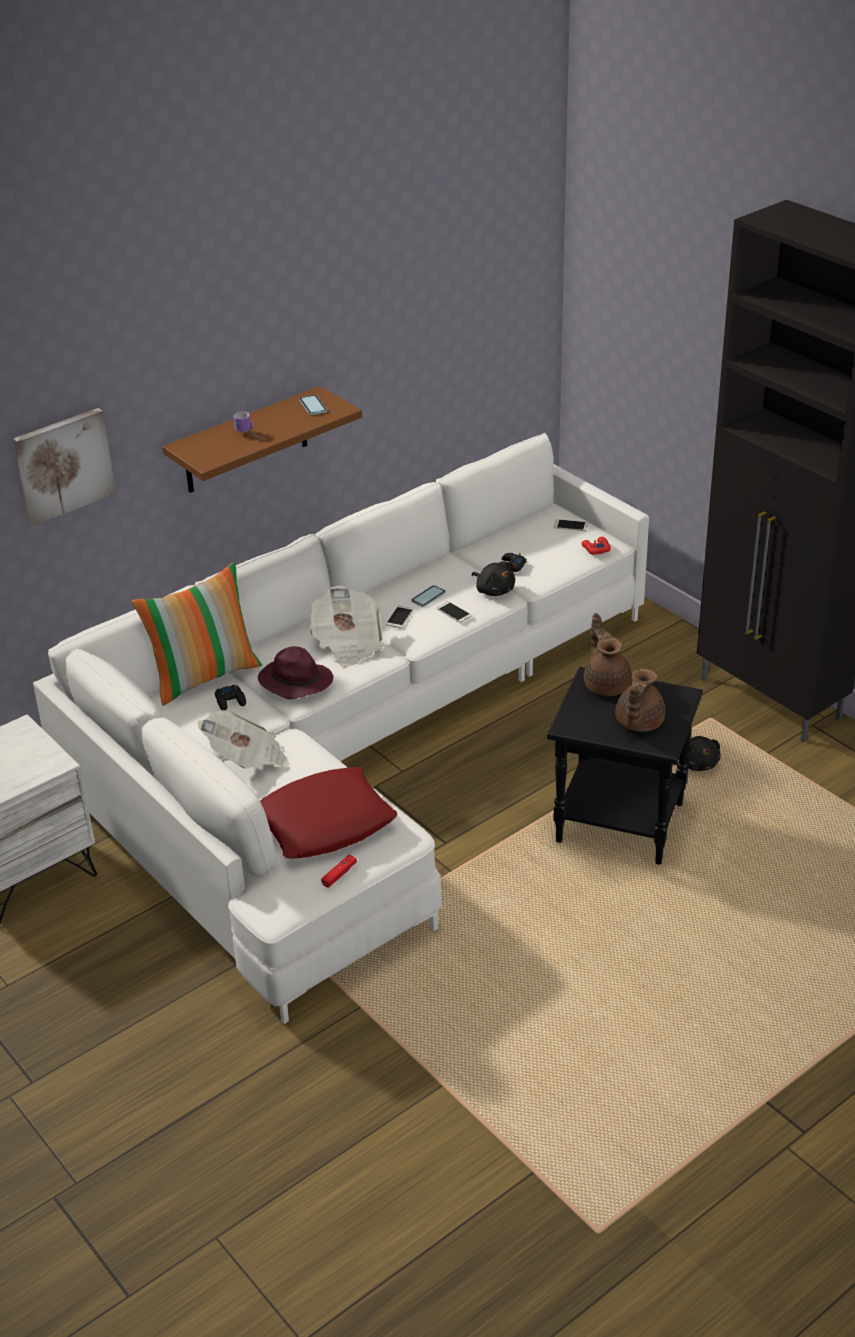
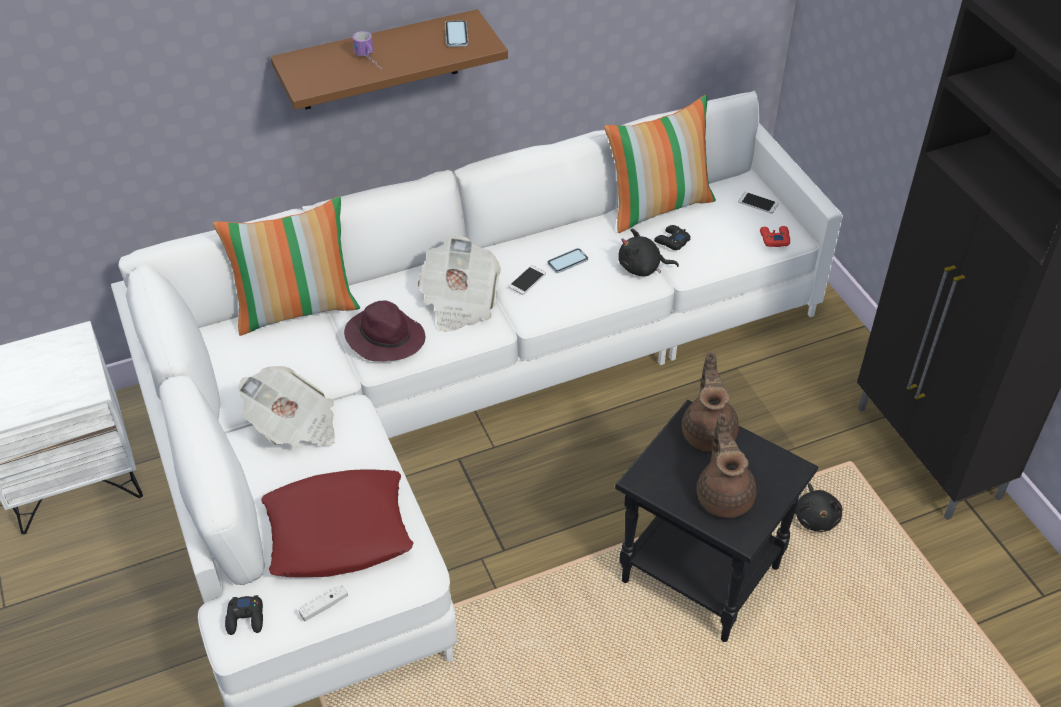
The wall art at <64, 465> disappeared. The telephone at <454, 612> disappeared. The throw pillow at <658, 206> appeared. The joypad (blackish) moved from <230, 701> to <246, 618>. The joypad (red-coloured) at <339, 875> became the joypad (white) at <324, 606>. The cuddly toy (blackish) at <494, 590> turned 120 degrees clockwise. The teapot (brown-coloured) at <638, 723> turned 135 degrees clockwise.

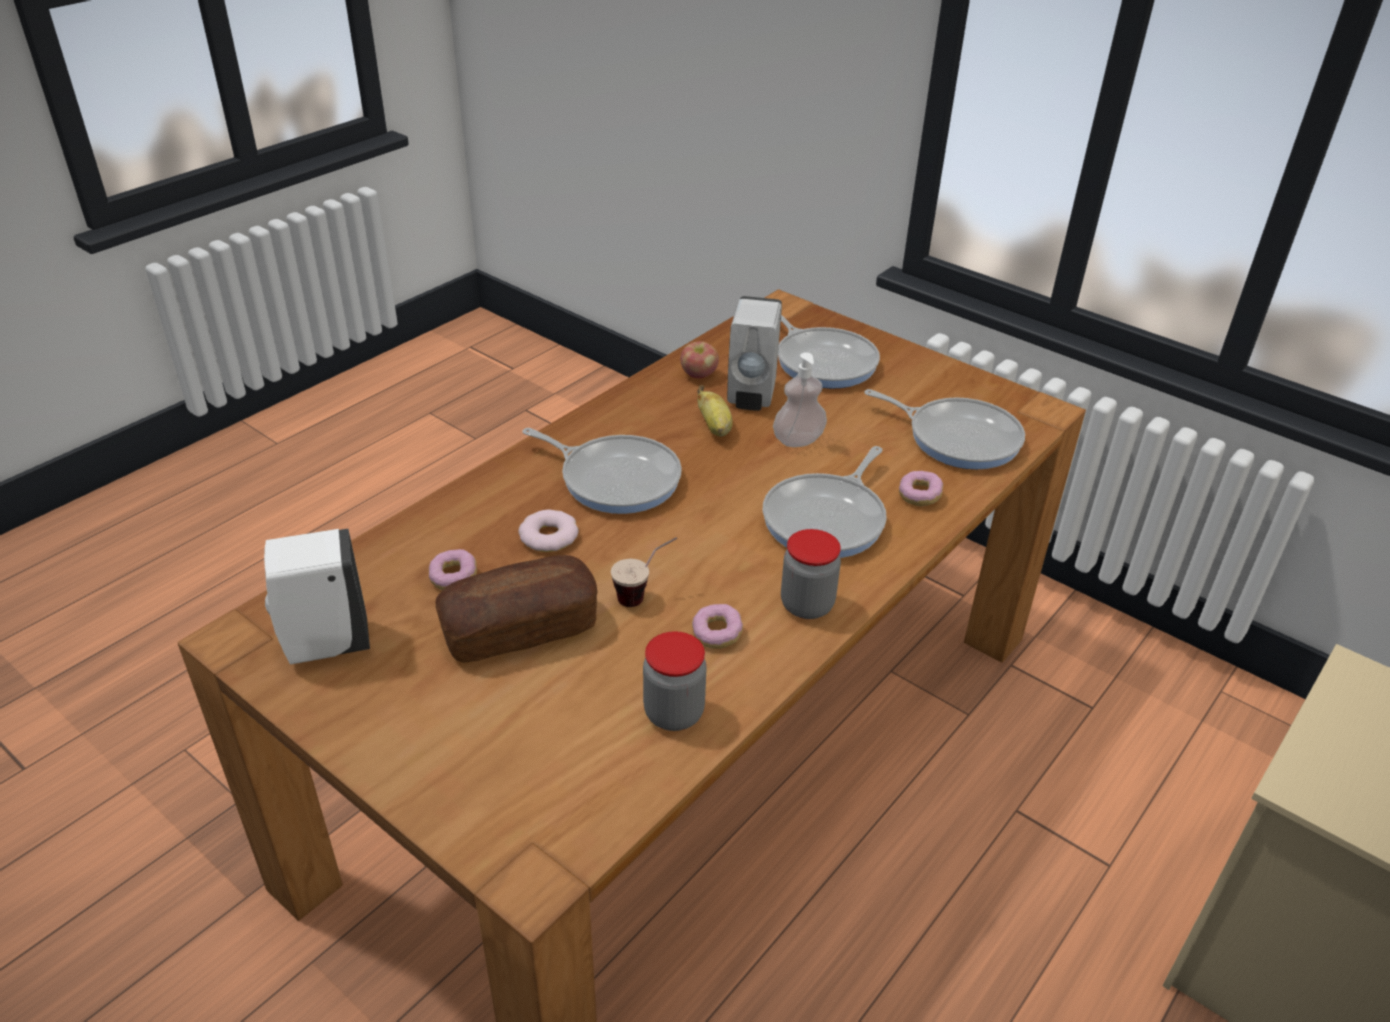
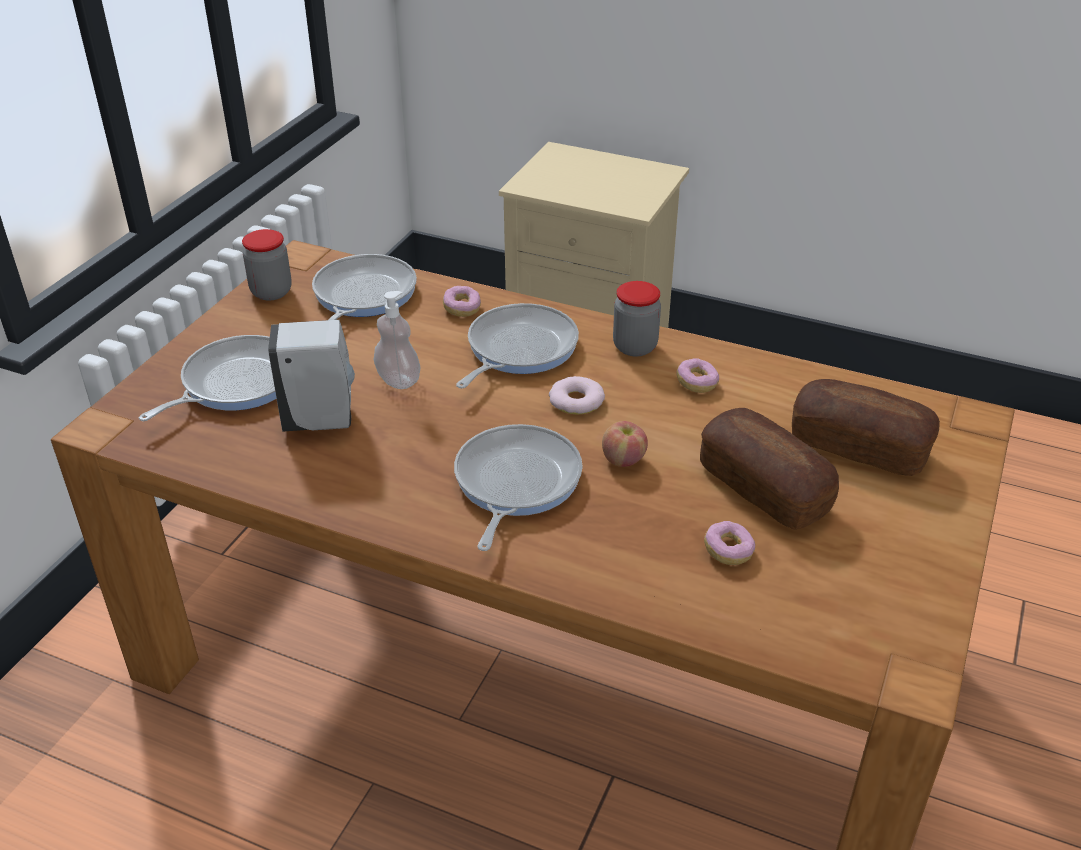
The soap bottle (white) at <324, 645> disappeared. The small cup at <644, 595> disappeared. The banana fruit at <715, 427> disappeared. The baked bread at <859, 447> appeared. The donut moved from <548, 536> to <576, 401>. The storage jar moved from <674, 713> to <271, 292>. The whole apple moved from <699, 375> to <623, 460>. The frying pan at <828, 519> turned 75 degrees counterclockwise.

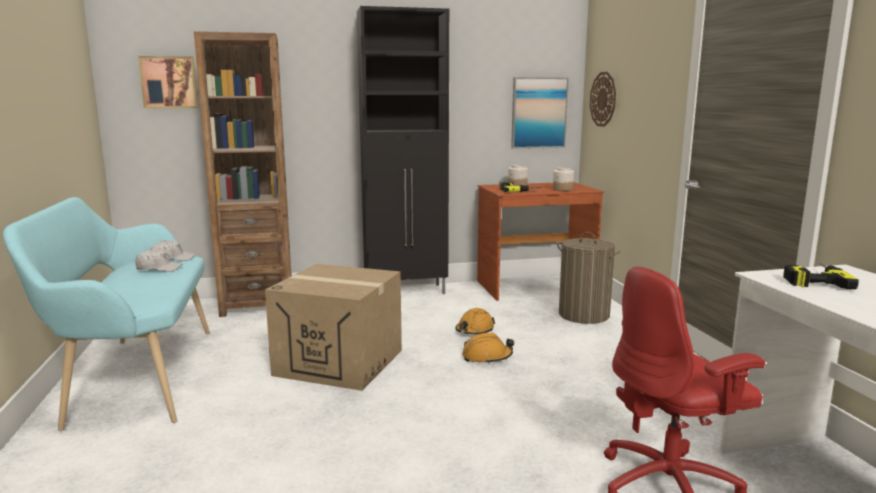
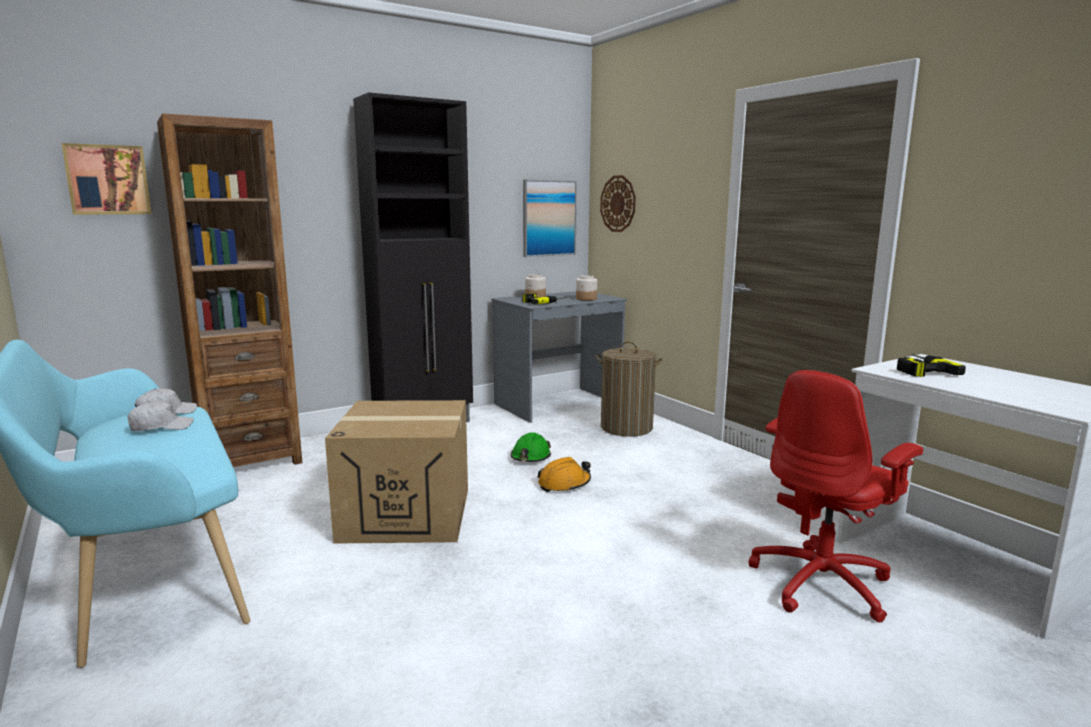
The safety helmet (orange) at <474, 330> became the safety helmet (green-coloured) at <530, 457>. The desk table (brown-coloured) at <535, 287> became the desk table (grey) at <558, 404>.

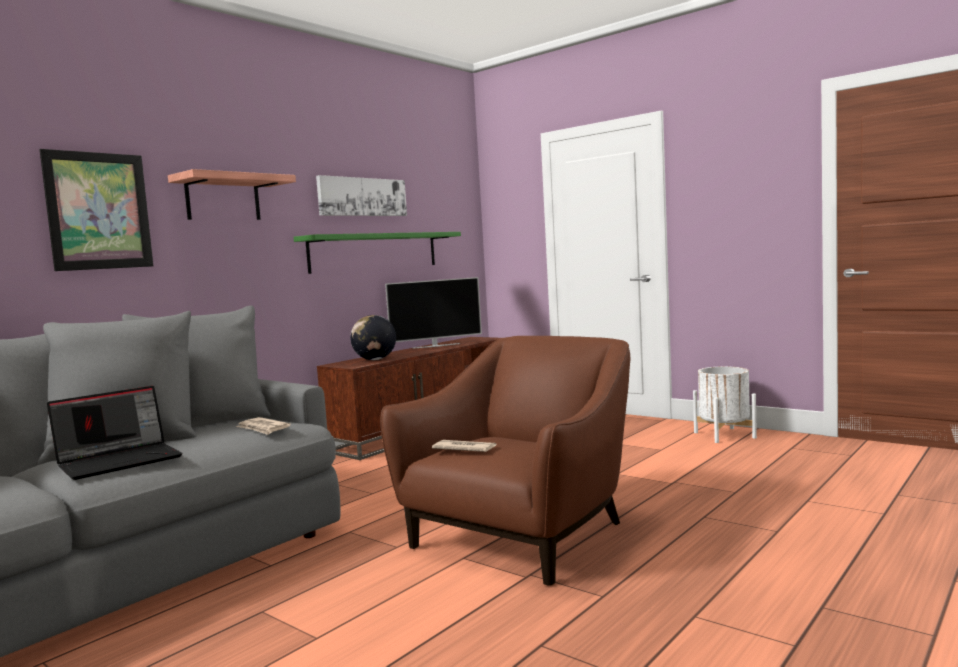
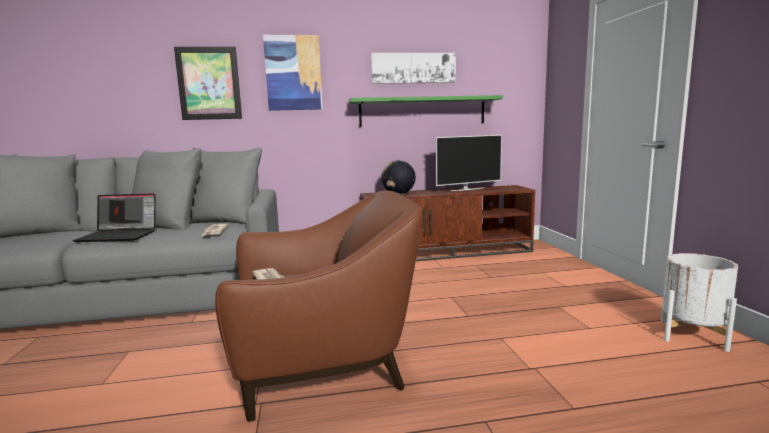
The wall shelf at <223, 198> was replaced by the wall art at <293, 73>. The TV set at <436, 346> turned 45 degrees counterclockwise.

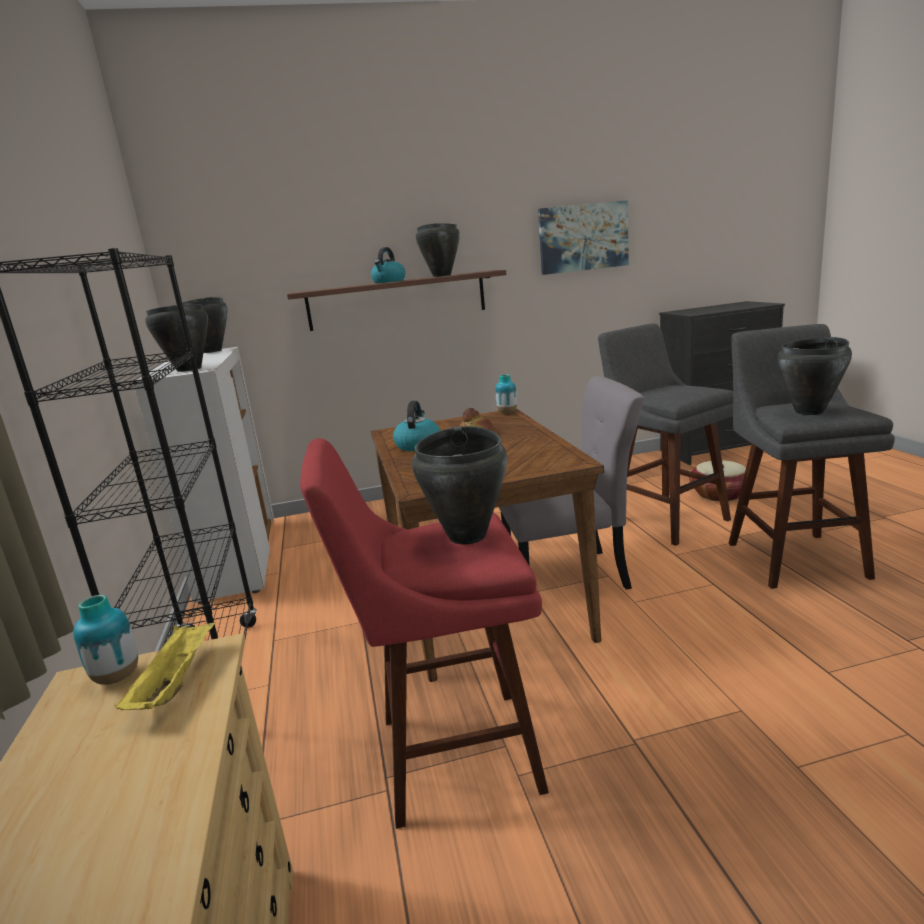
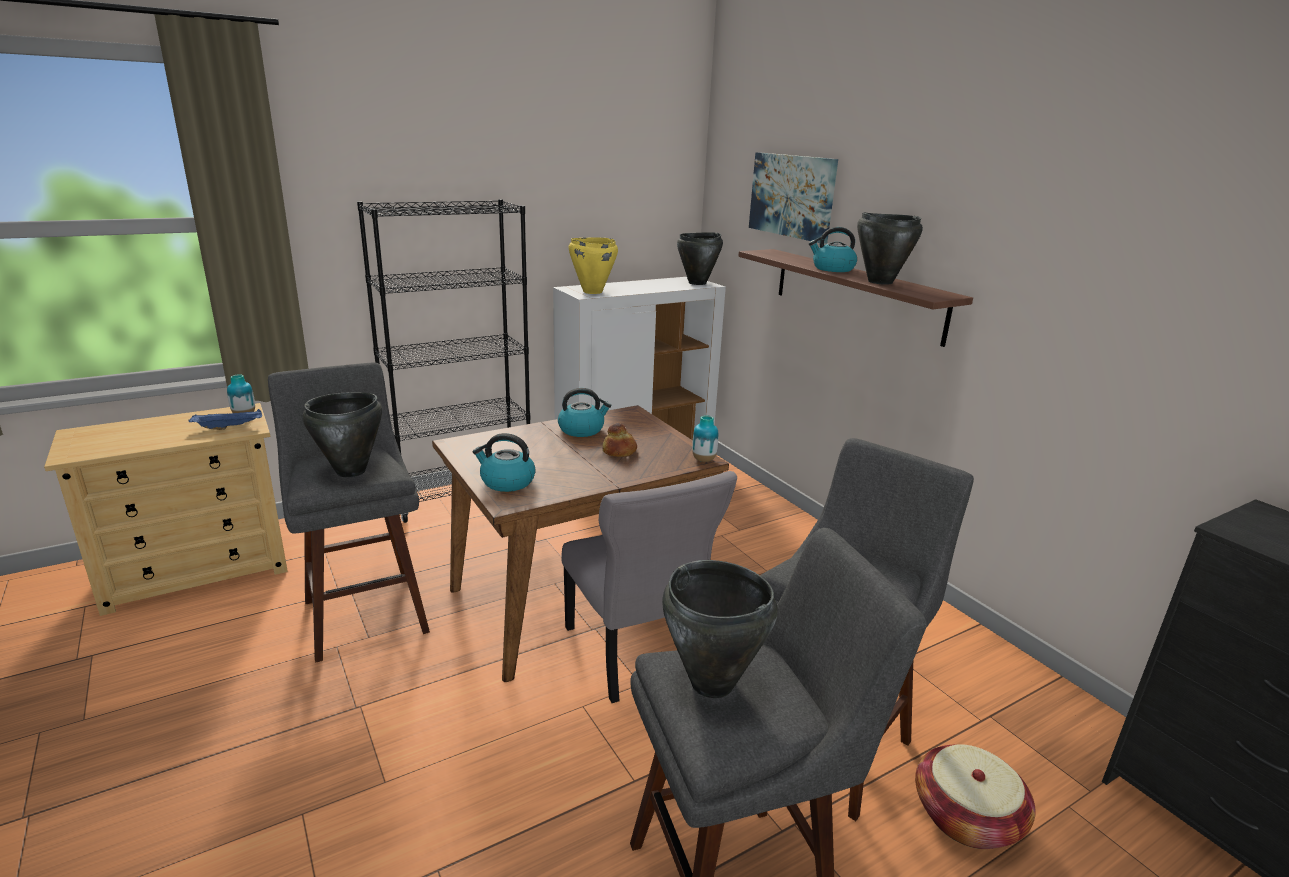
The kettle at <506, 482> appeared. The wall art moved from <583, 237> to <792, 196>. The tray (yellow) at <175, 681> became the tray (bluish) at <230, 427>. The cooking pot (blackish) at <188, 369> became the cooking pot (yellow) at <592, 292>. The sitting stool (red-coloured) at <449, 755> became the sitting stool (grey) at <364, 612>.

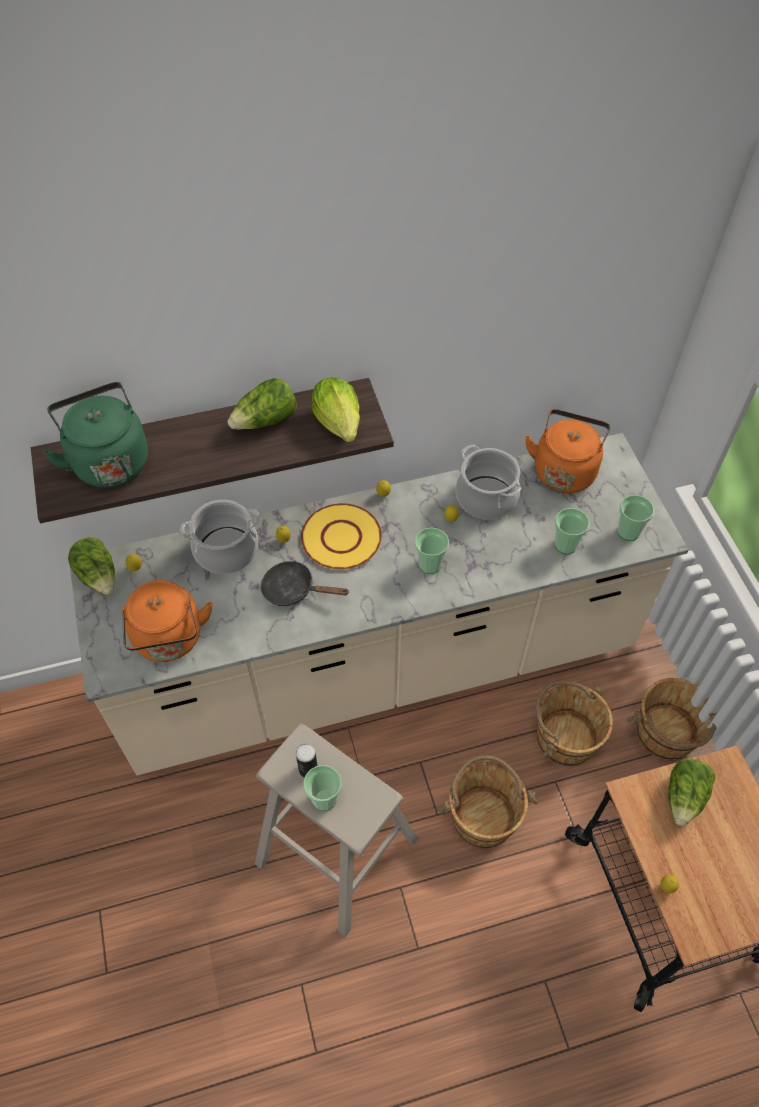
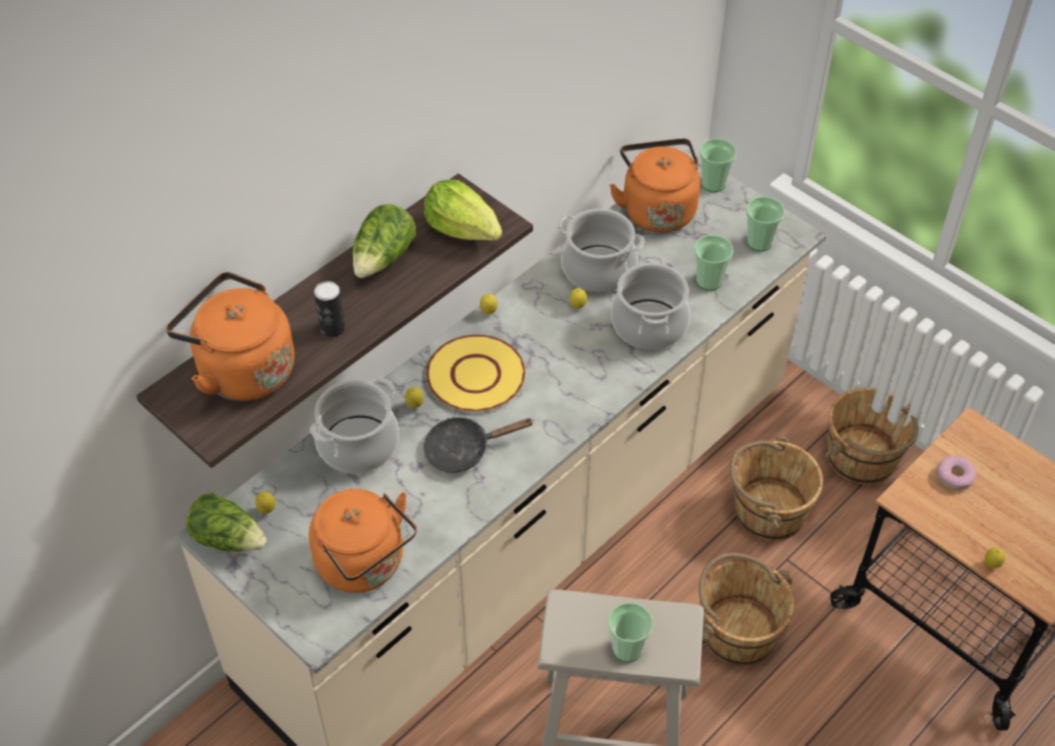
The cooking pot at <648, 325> appeared. The sealed can moved from <308, 769> to <332, 328>. The small cup moved from <430, 564> to <713, 183>. The lettuce head at <685, 797> was replaced by the donut at <954, 476>. The kettle (green-coloured) at <109, 460> became the kettle (orange) at <241, 369>.

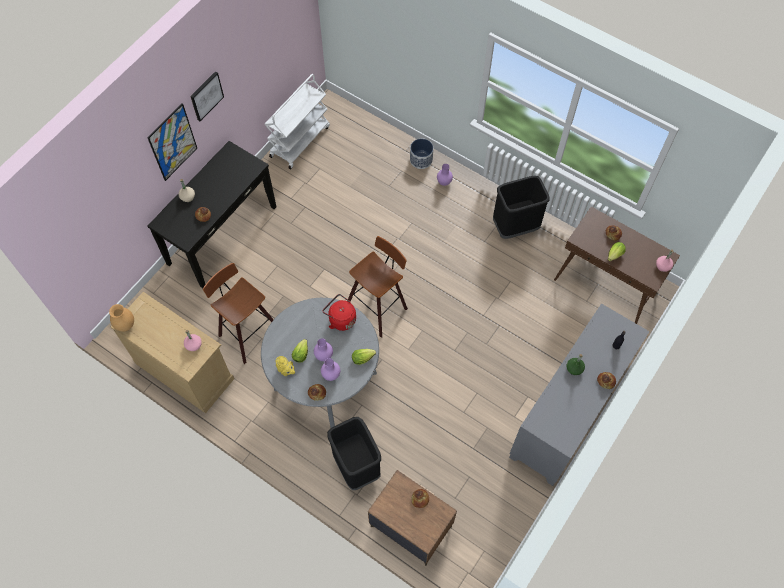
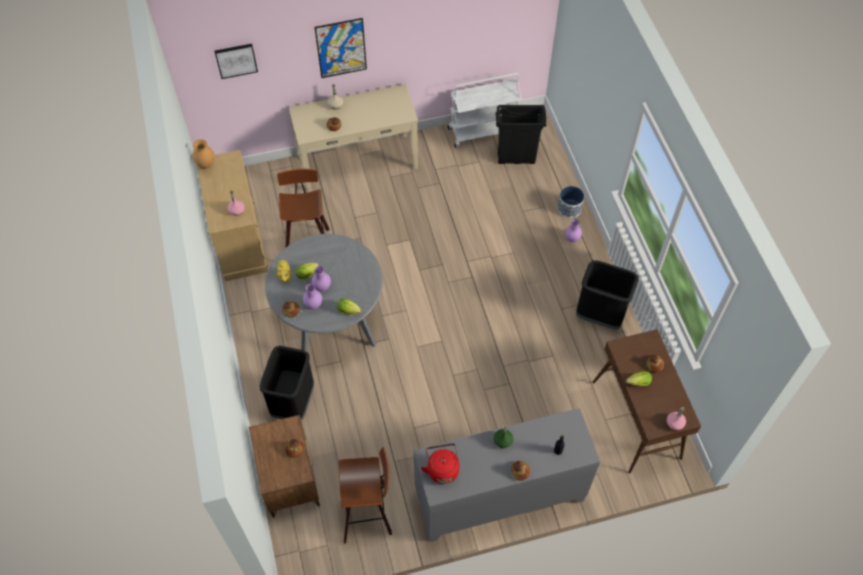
The rubbish bin (blackish) at <516, 158> appeared. The wall art moved from <206, 95> to <236, 60>. The kettle (red-coloured) moved from <341, 319> to <442, 469>. The sitting stool moved from <378, 307> to <368, 511>. The console table (blackish) at <222, 235> became the console table (beige) at <357, 162>.

